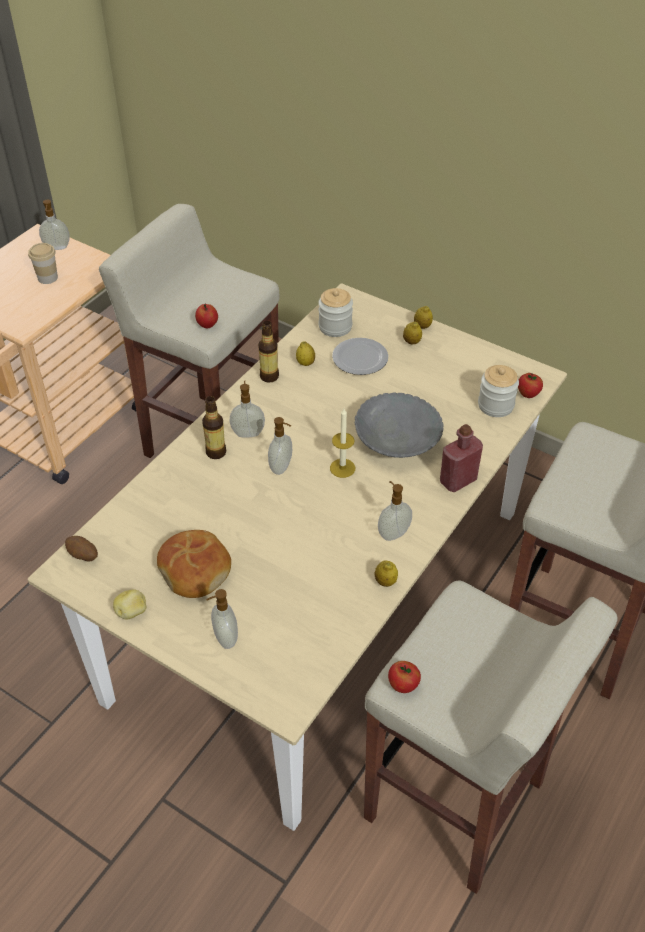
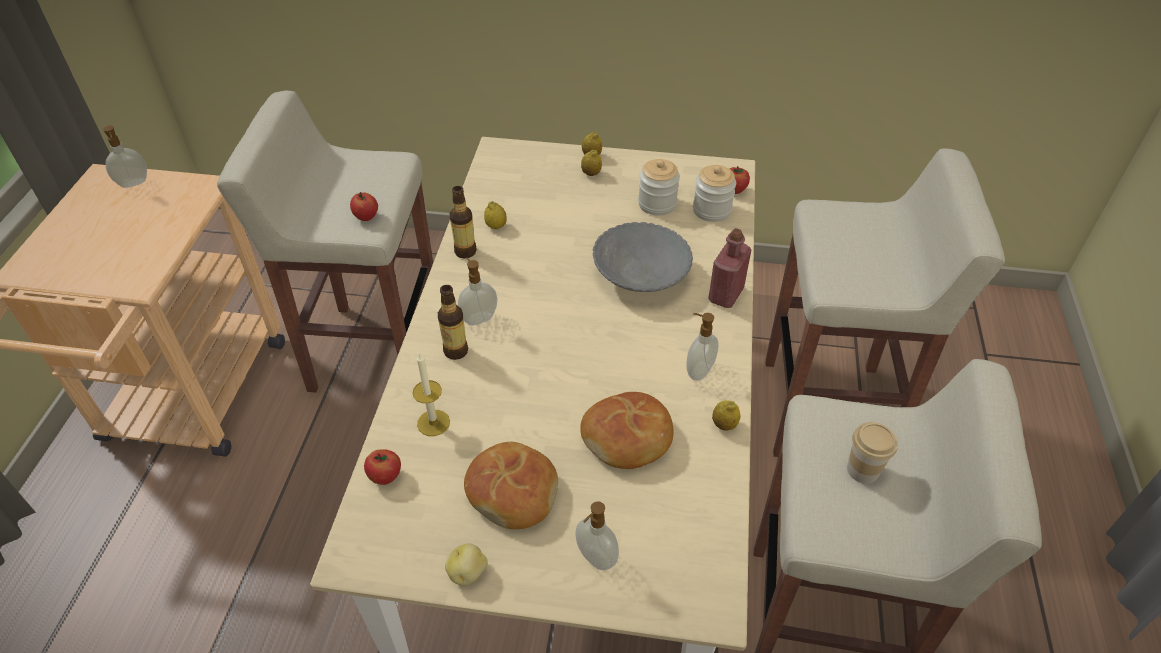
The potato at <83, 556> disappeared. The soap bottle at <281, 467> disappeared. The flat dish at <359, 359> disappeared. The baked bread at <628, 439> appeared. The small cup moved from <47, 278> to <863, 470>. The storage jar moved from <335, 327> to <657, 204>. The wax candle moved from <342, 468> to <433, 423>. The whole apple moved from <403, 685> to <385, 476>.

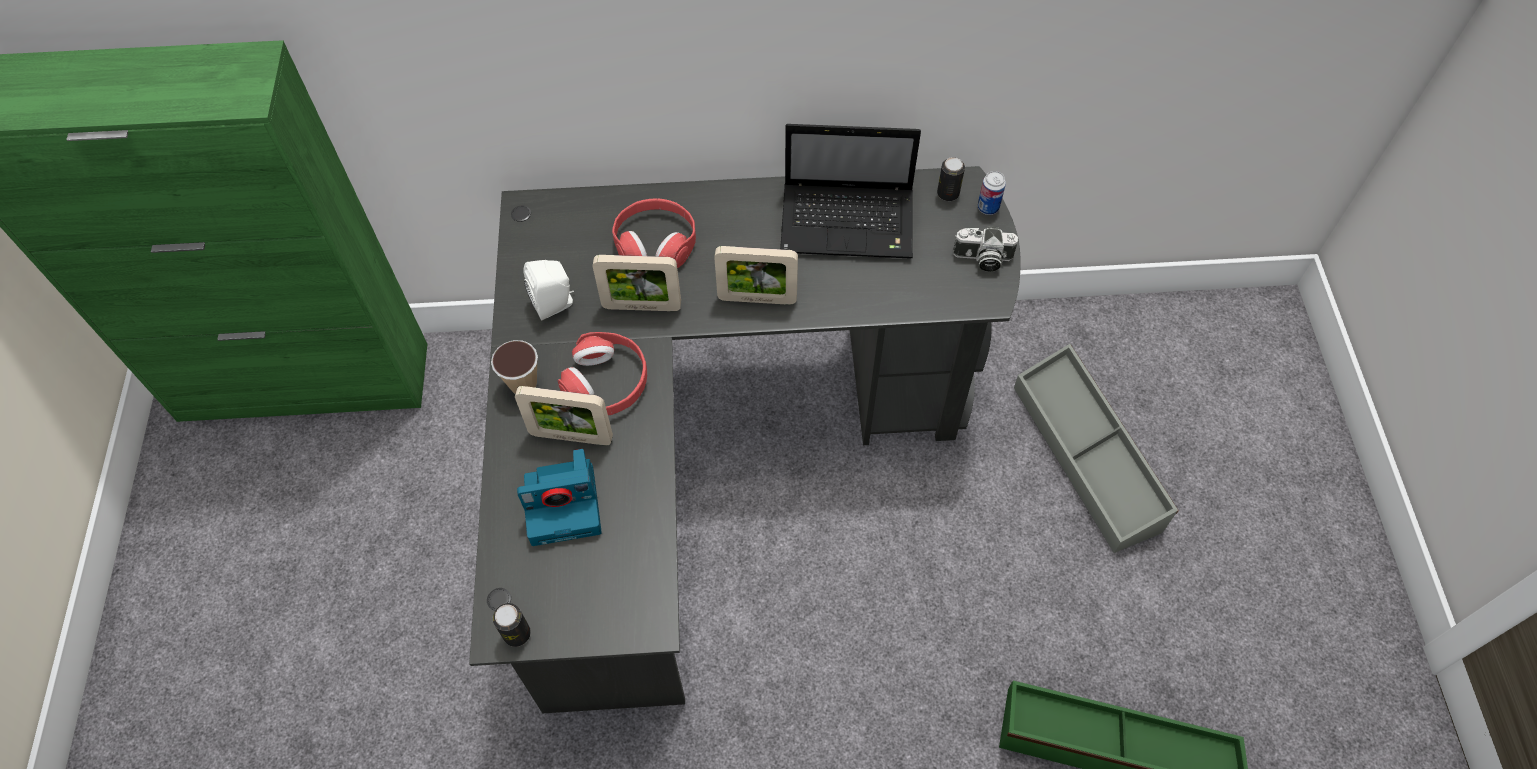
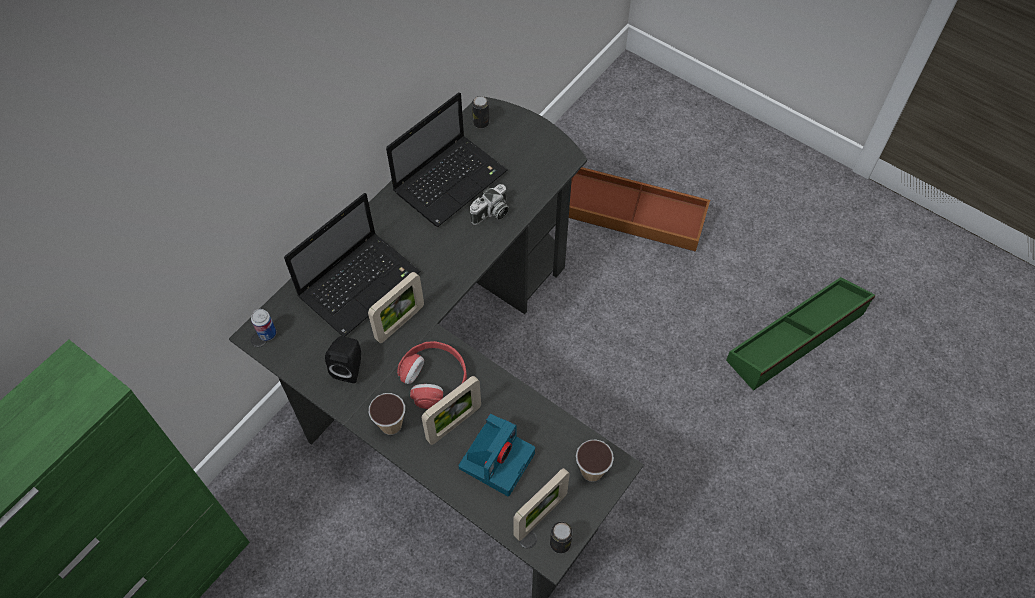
The small cup at <592, 471> appeared. The standing frame moved from <757, 299> to <540, 516>. The photo camera moved from <982, 259> to <491, 213>. The sealed can moved from <988, 207> to <267, 333>. The headphones (red-coloured) at <655, 242> was replaced by the notebook computer at <361, 283>. The speaker (white) at <555, 304> became the speaker (blackish) at <349, 367>. The storage container (grey) at <1088, 456> became the storage container (brown-coloured) at <632, 217>.

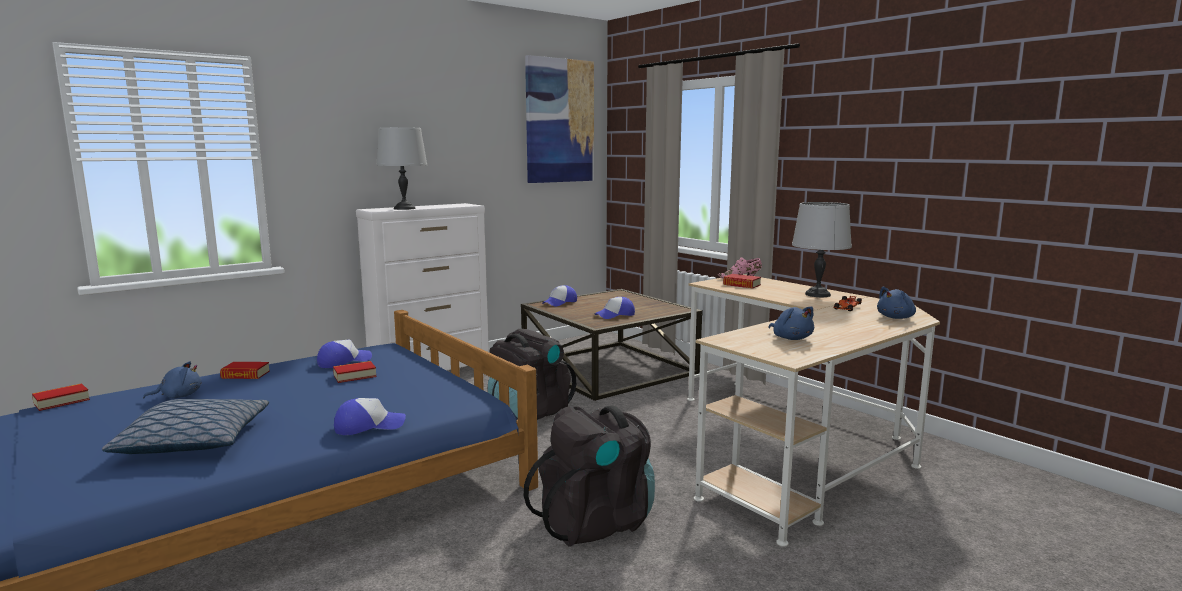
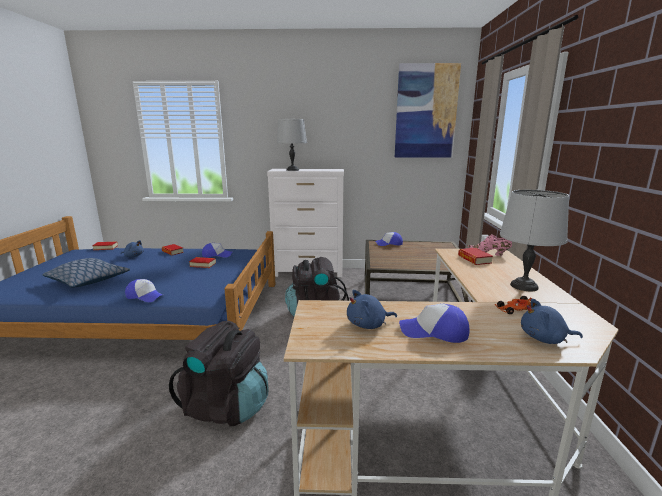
The cap moved from <615, 315> to <434, 332>. The cuddly toy (bluish) at <791, 338> turned 60 degrees clockwise.

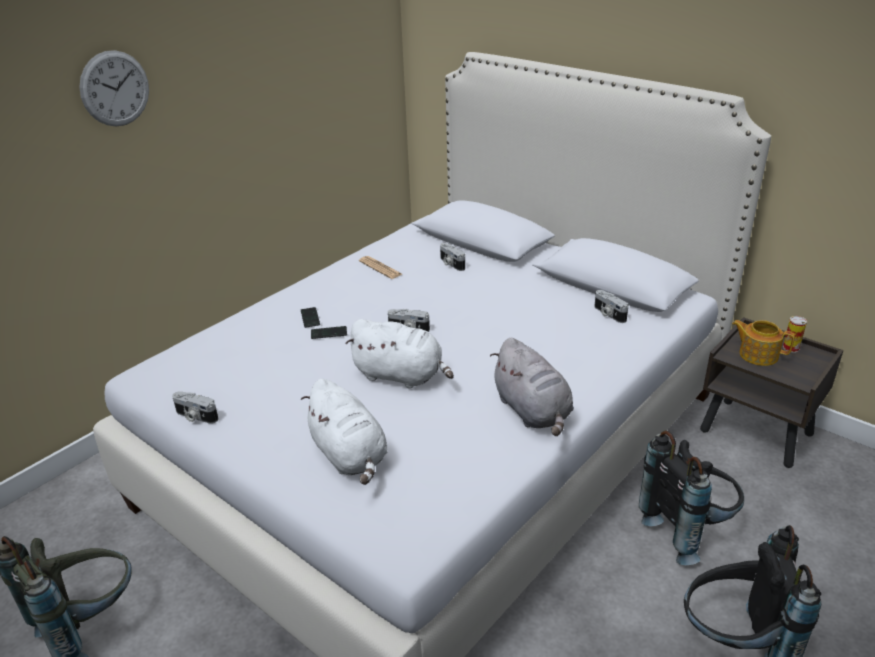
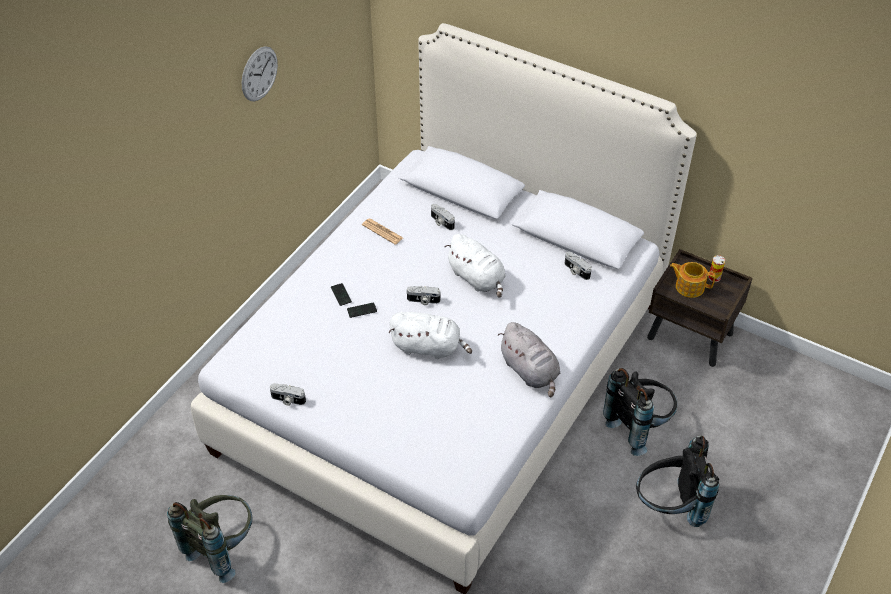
The hanging clock moved from <115, 88> to <259, 74>. The cuddly toy (white) moved from <350, 455> to <477, 279>.

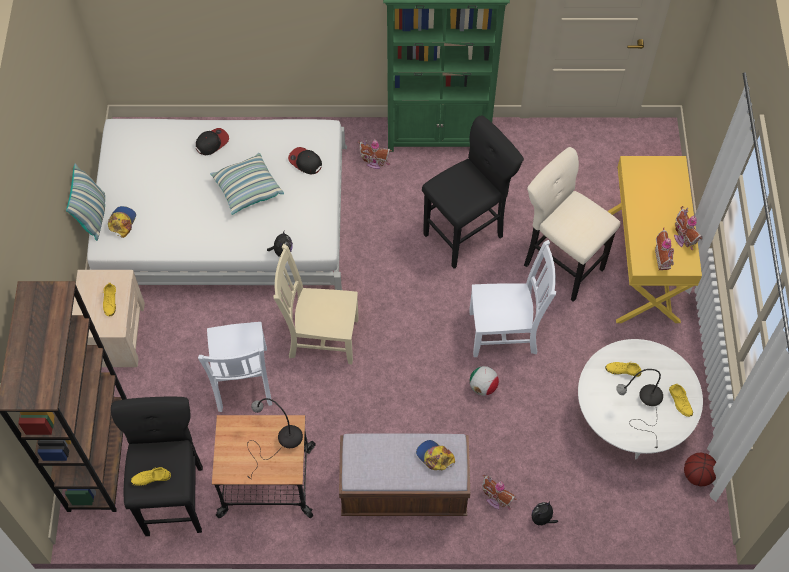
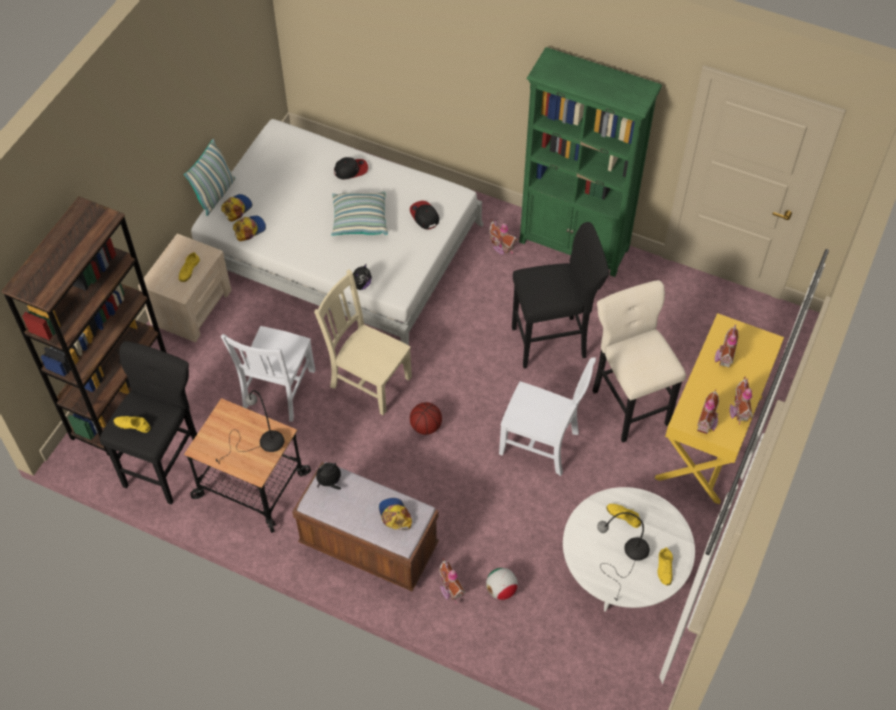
The cap at <249, 229> appeared. The miniature house at <724, 357> appeared. The football ball moved from <483, 387> to <501, 590>. The cuddly toy moved from <542, 519> to <329, 482>. The basketball ball moved from <697, 475> to <425, 426>.

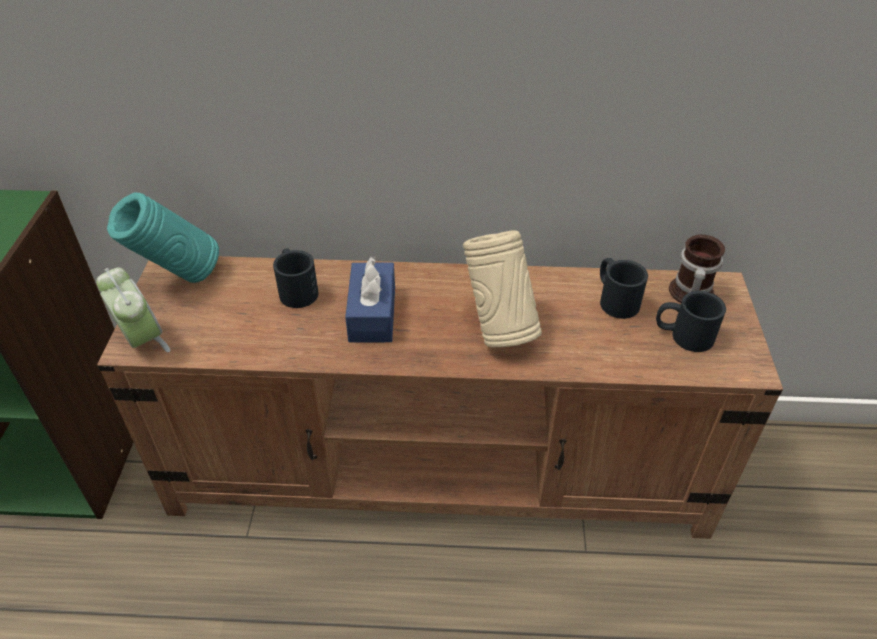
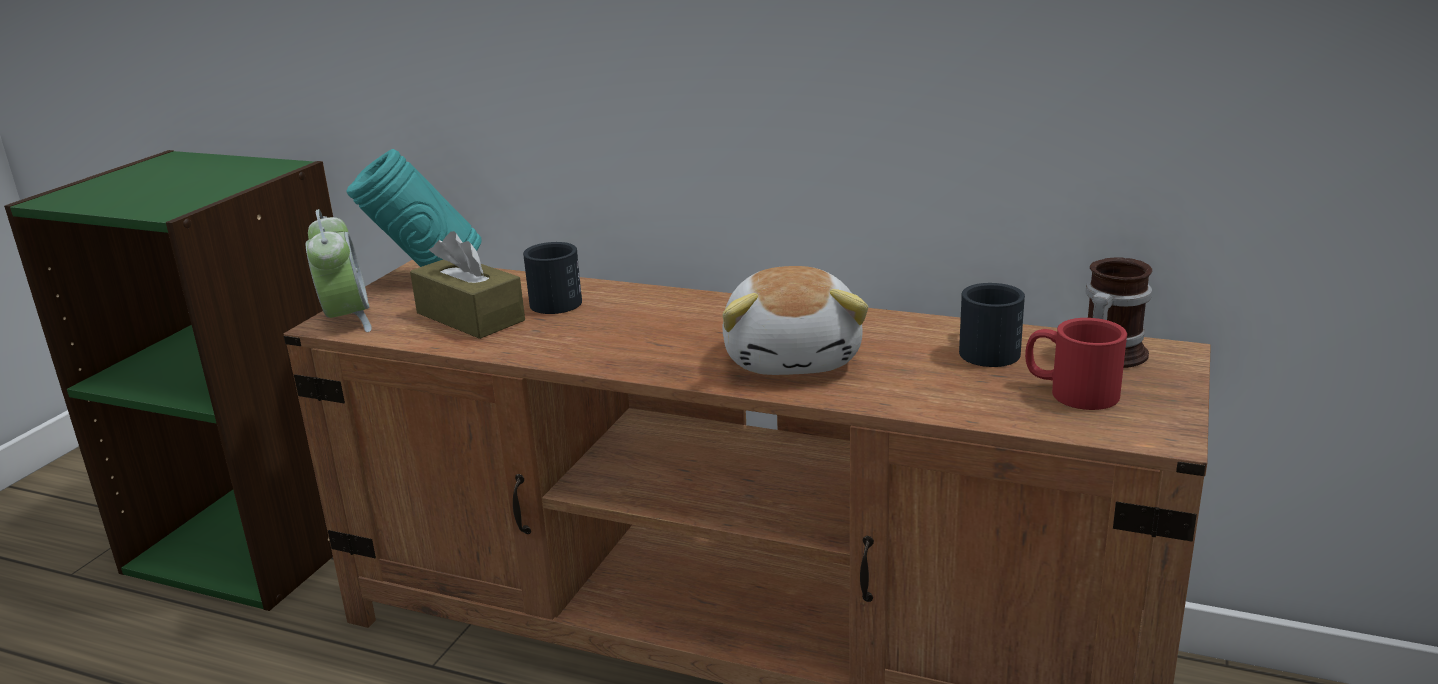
The tissue box (bluish) at <372, 314> disappeared. The tissue box (brown-coloured) at <470, 317> appeared. The decorative vase (beige) at <499, 330> was replaced by the cuddly toy at <794, 358>. The tea mug (blackish) at <683, 335> became the tea mug (red-coloured) at <1070, 391>.

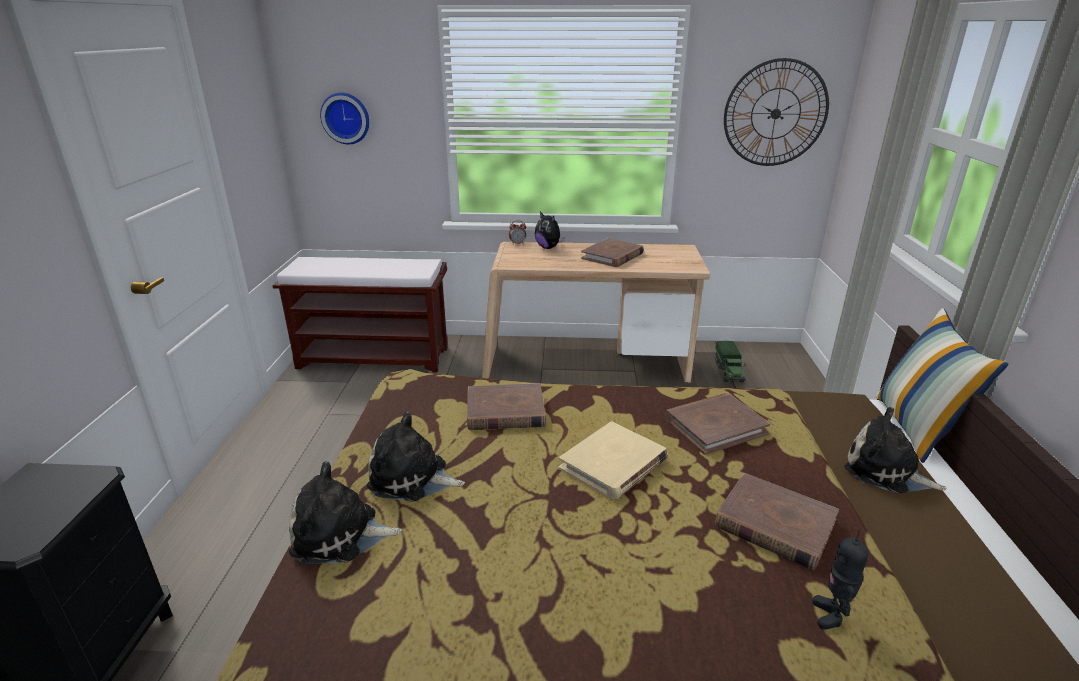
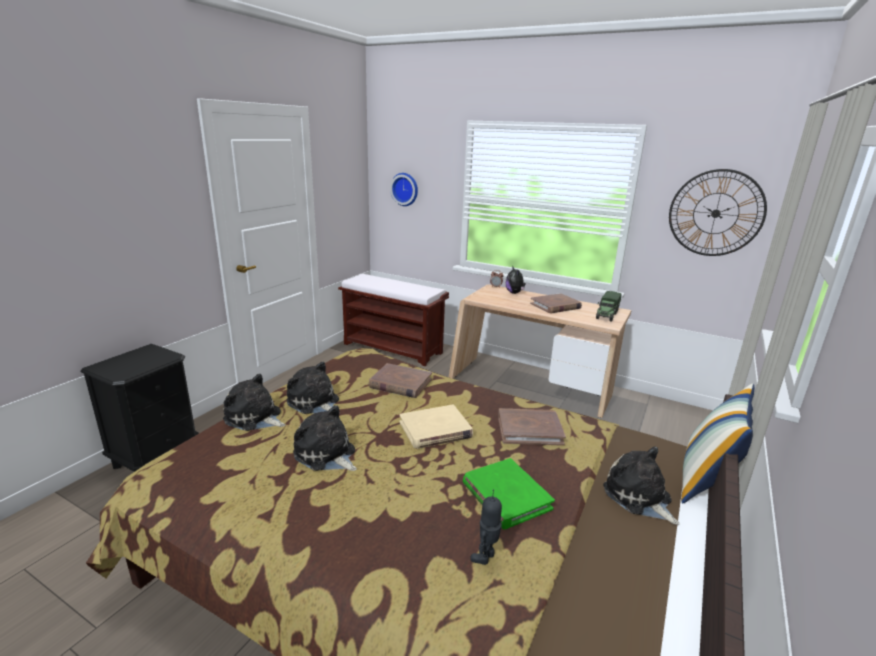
The cuddly toy at <326, 455> appeared. The toy lorry moved from <729, 372> to <607, 315>. The volume (brown-coloured) at <774, 524> became the volume (green-coloured) at <505, 496>.

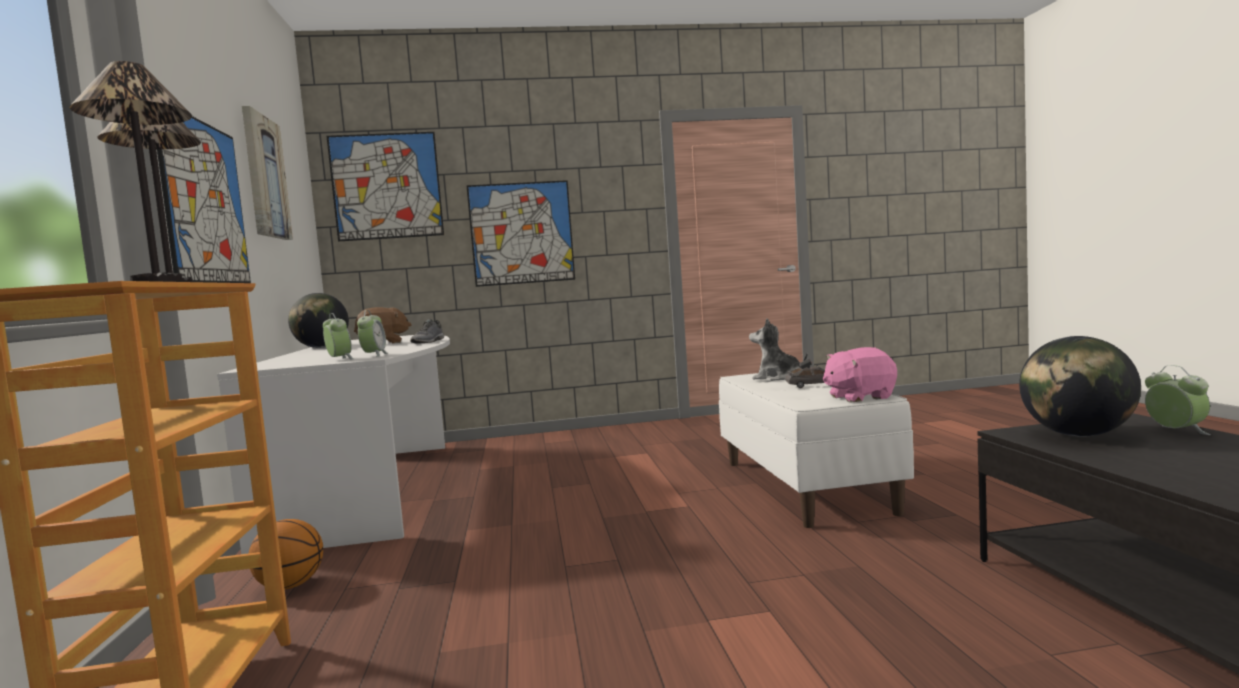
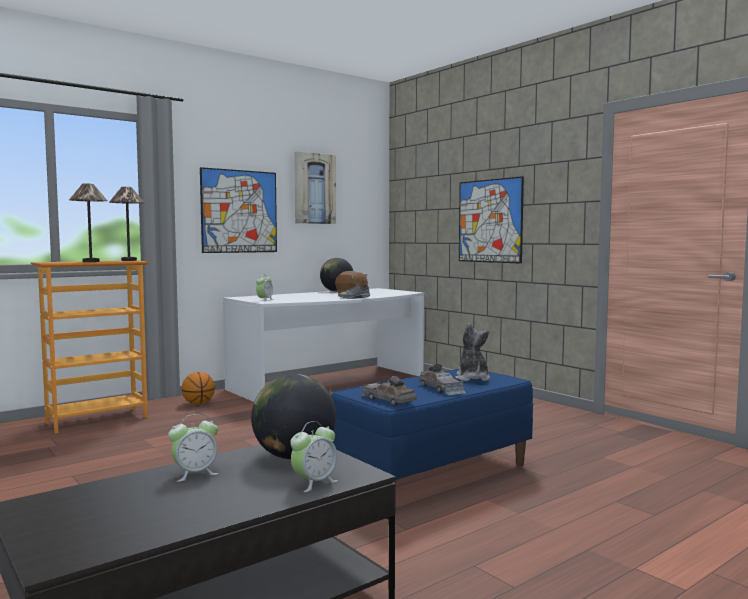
The wall art at <386, 186> disappeared. The alarm clock moved from <374, 355> to <195, 474>. The cuddly toy (pink-coloured) at <859, 397> was replaced by the miniature car (grey) at <387, 400>. The long seat (white) at <806, 486> became the long seat (bluish) at <434, 474>.

